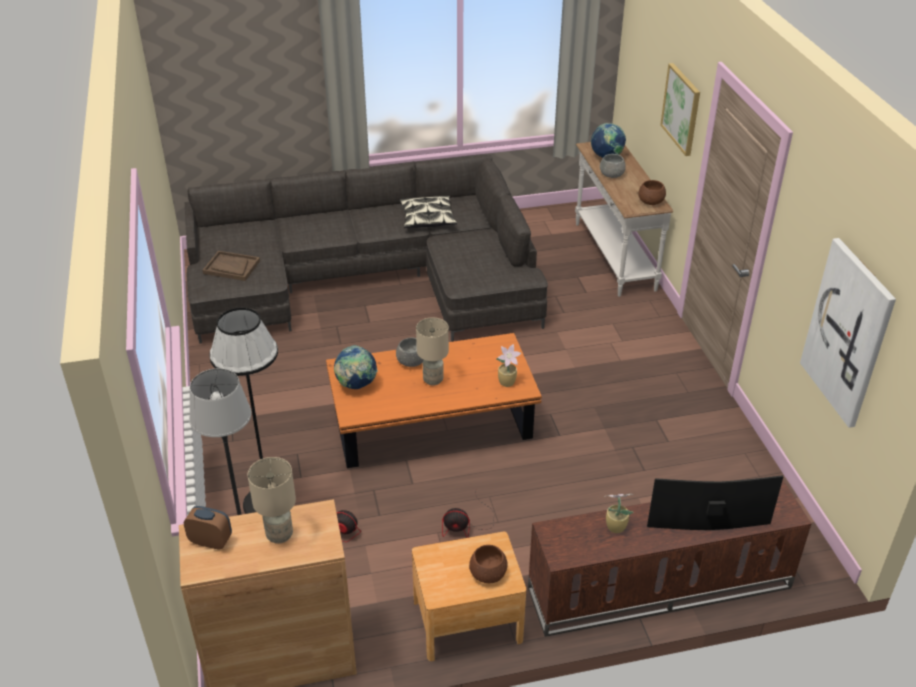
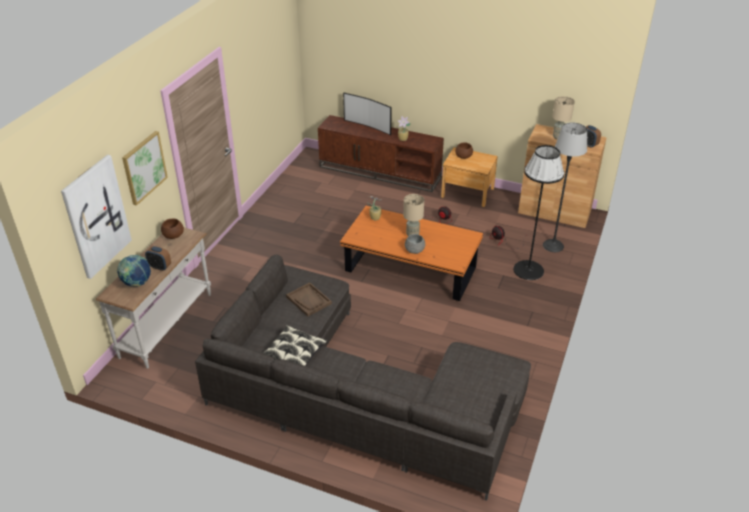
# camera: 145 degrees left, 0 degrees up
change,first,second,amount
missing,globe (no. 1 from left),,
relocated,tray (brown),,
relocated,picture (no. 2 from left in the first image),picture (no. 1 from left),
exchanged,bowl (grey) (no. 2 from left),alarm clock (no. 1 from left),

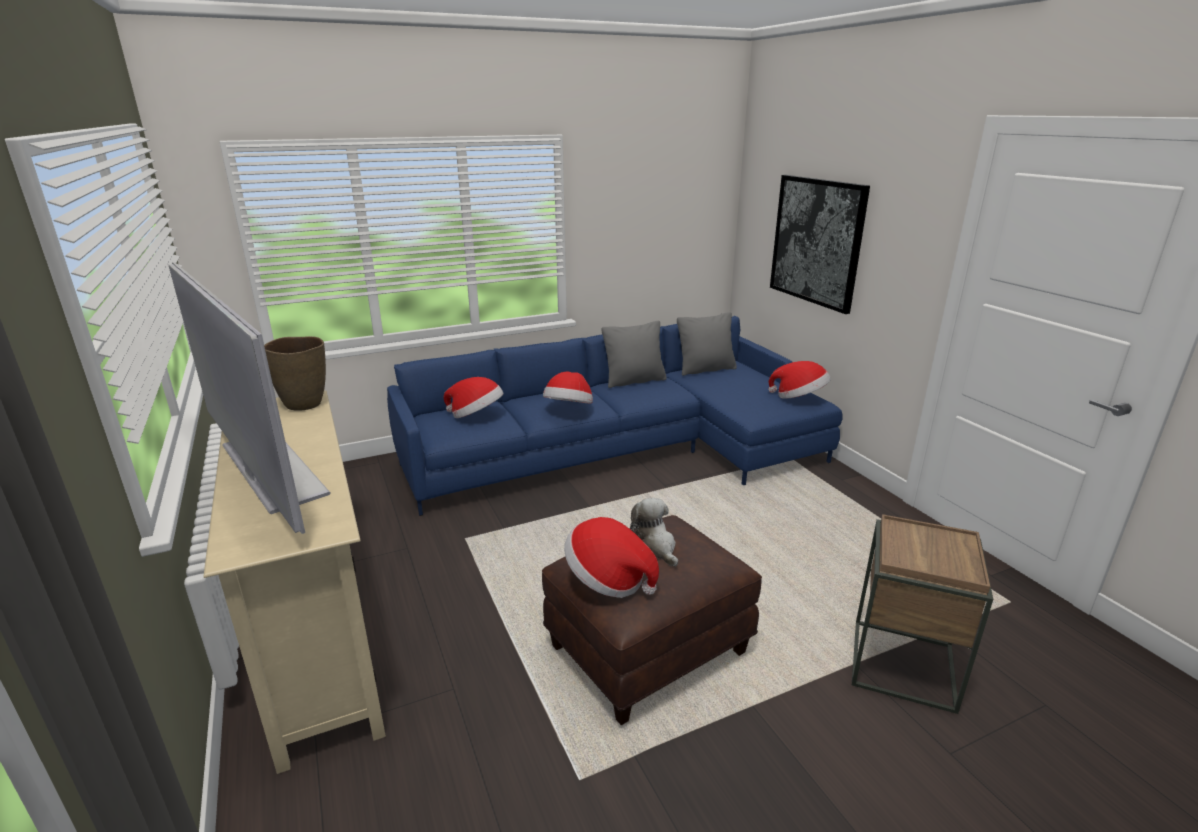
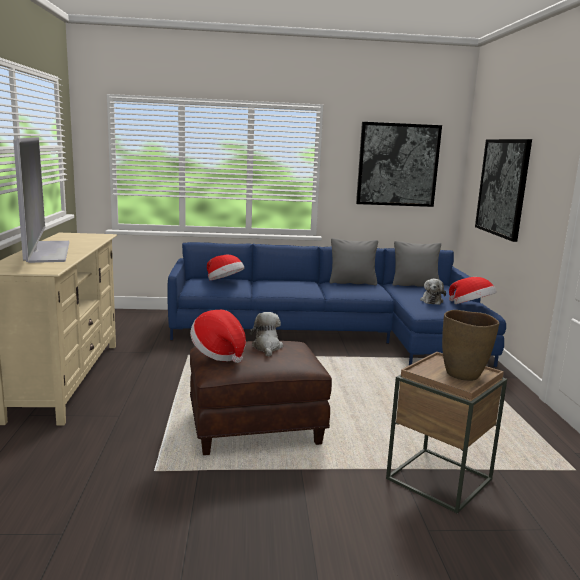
# camera: 20 degrees right, 10 degrees down
change,first,second,amount
missing,hat (no. 2 from left),,
appeared,,picture (no. 1 from left),
appeared,,plush toy (no. 2 from left),
relocated,vase (brown),,

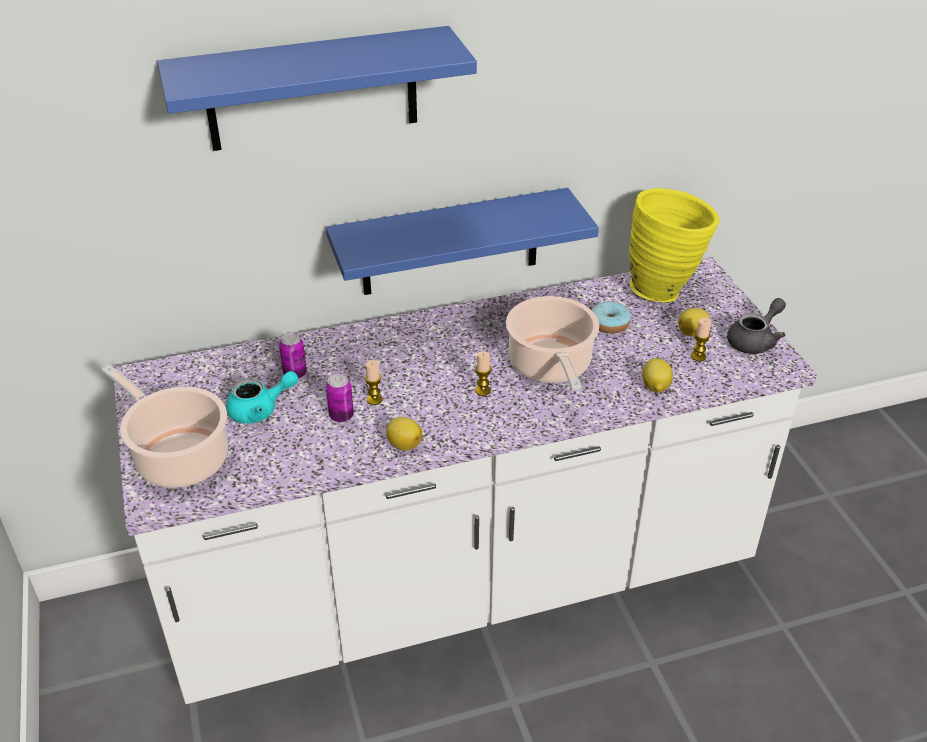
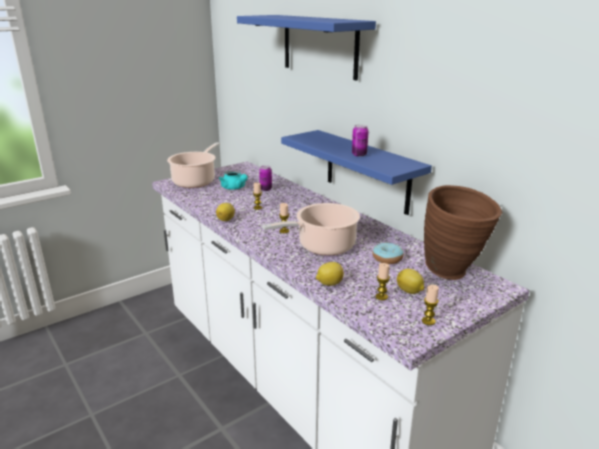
# camera: 70 degrees right, 15 degrees down
change,first,second,amount
relocated,can (no. 2 from left),,
exchanged,teapot (grey),candle (no. 4 from left),
colour,vase (yellow),vase (brown),

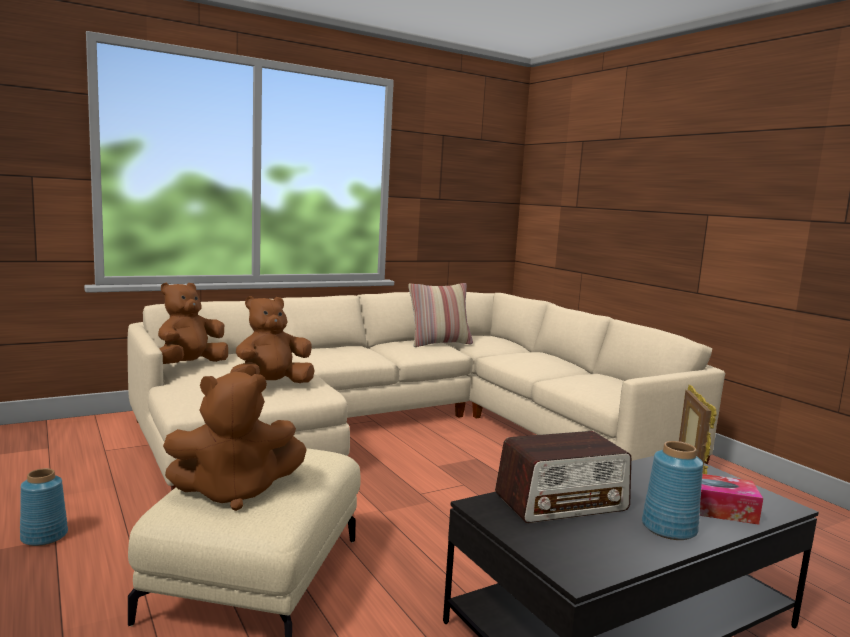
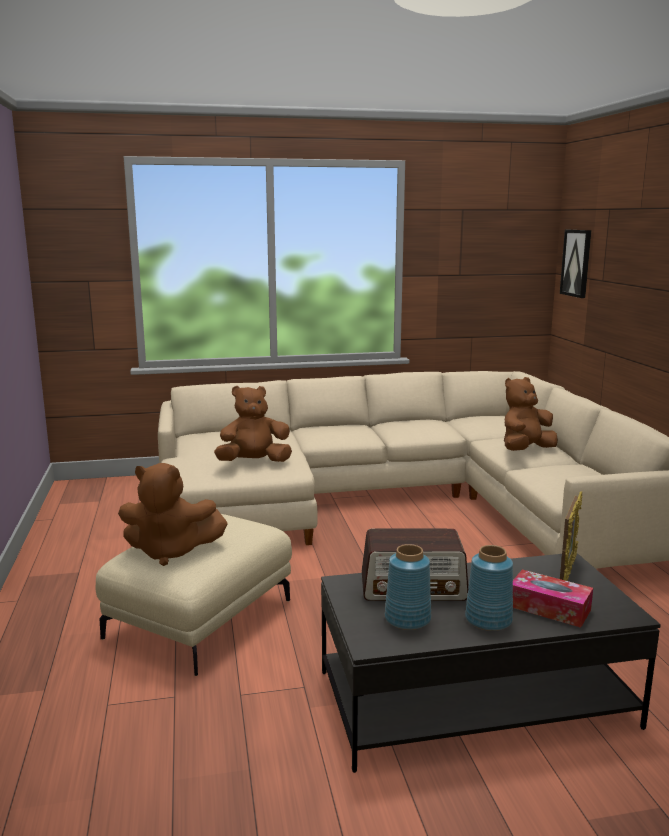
# camera: 20 degrees right, 5 degrees up
change,first,second,amount
missing,pillow,,
appeared,,picture,
relocated,vase (blue) (no. 1 from left),,
relocated,plush toy (brown) (no. 1 from left in the first image),plush toy (brown) (no. 3 from left),

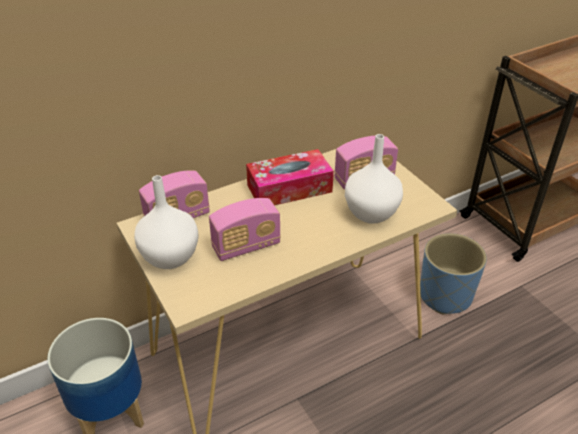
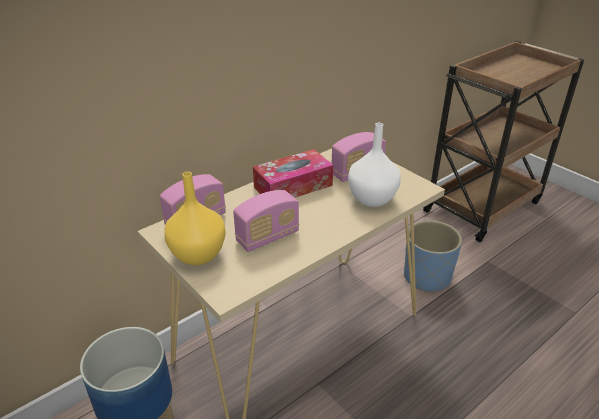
# camera: 10 degrees left, 5 degrees down
change,first,second,amount
colour,vase (white) (no. 1 from left),vase (yellow),

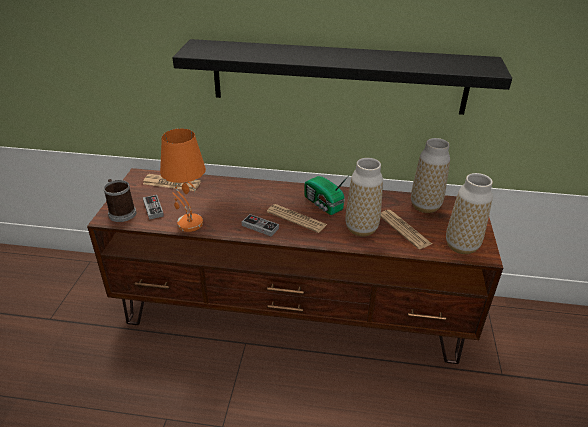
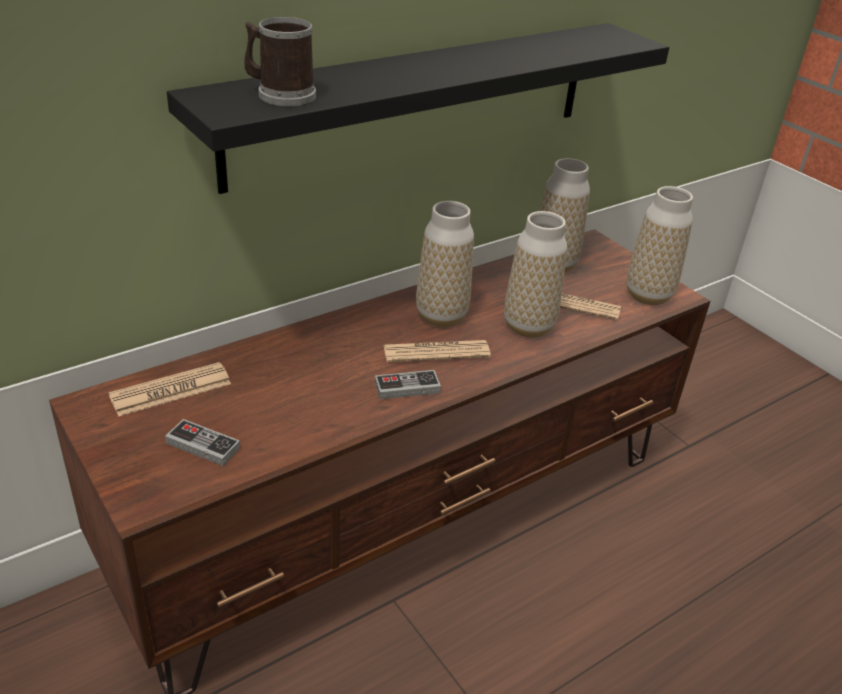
# camera: 45 degrees left, 0 degrees up
change,first,second,amount
missing,table lamp (orange),,
relocated,mug,,
exchanged,radio,vase (no. 1 from left),

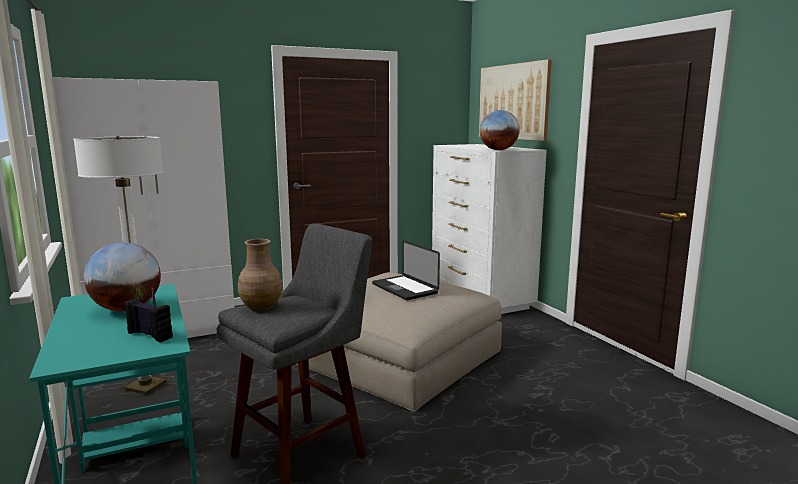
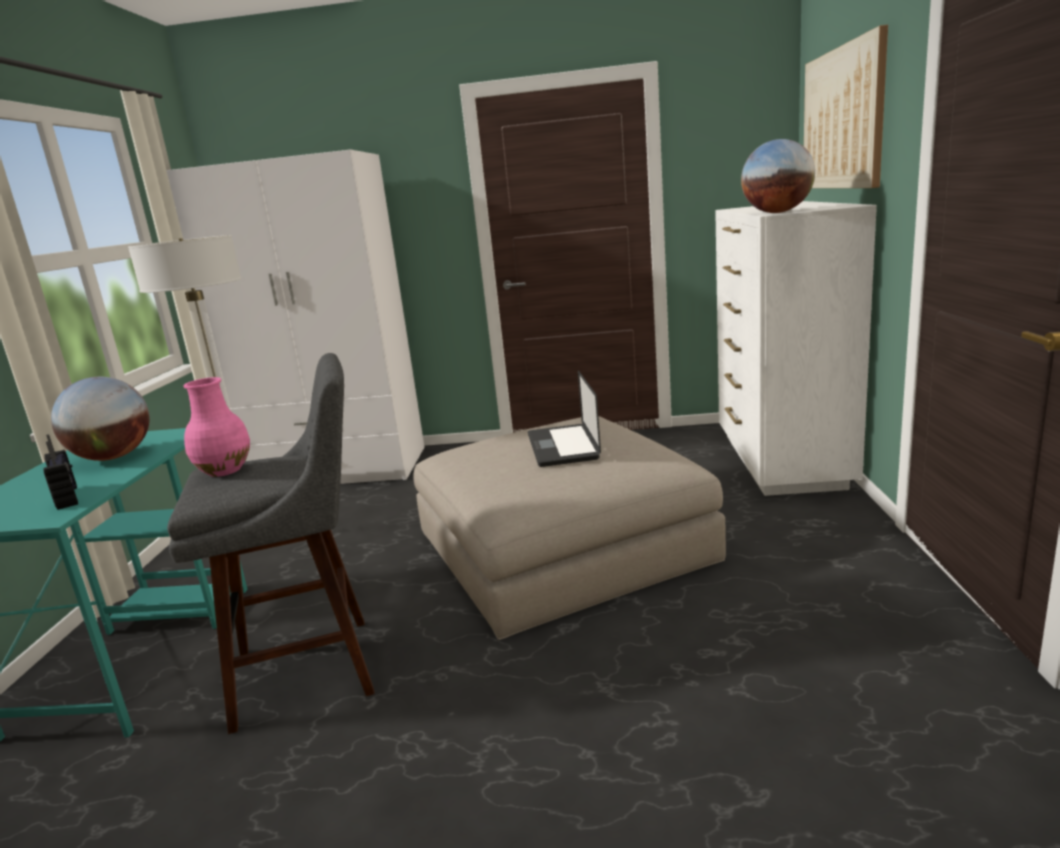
# camera: 30 degrees right, 5 degrees up
change,first,second,amount
colour,vase (brown),vase (pink),

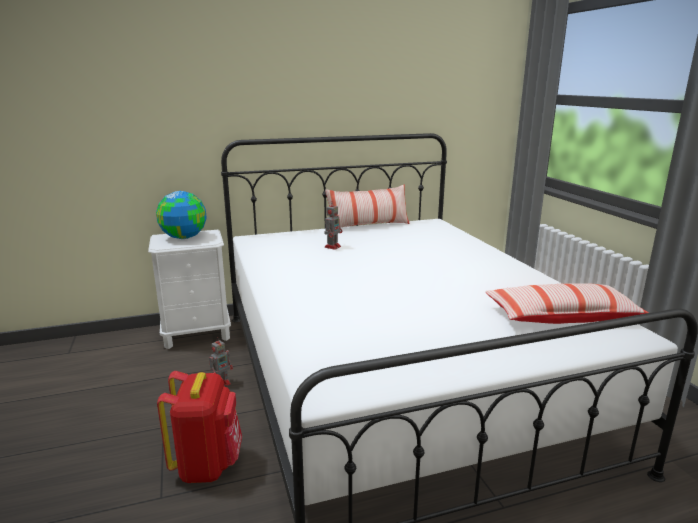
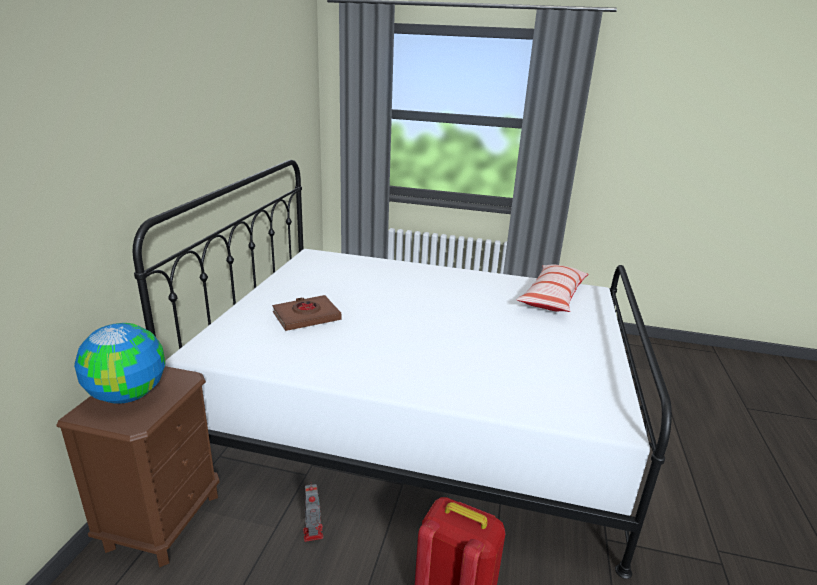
# camera: 60 degrees left, 5 degrees up
change,first,second,amount
missing,pillow (no. 1 from left),,
exchanged,toy robot (no. 2 from left),book (brown),
colour,nightstand (white),nightstand (brown),

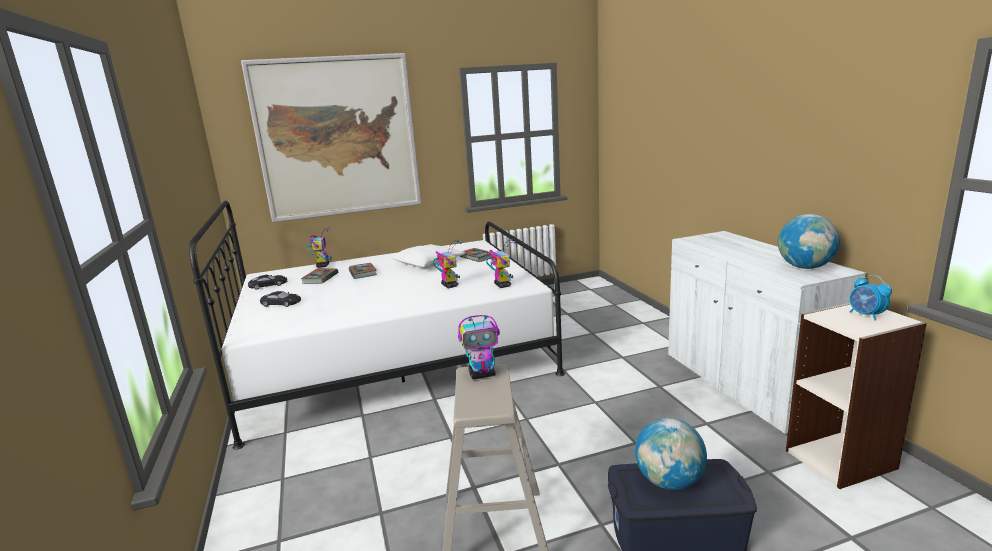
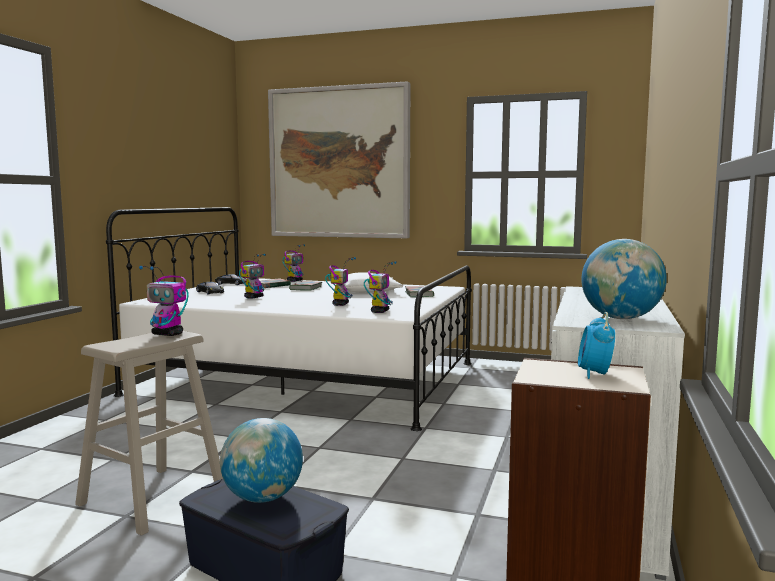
# camera: 35 degrees right, 10 degrees down
change,first,second,amount
appeared,,toy robot (no. 2 from left),

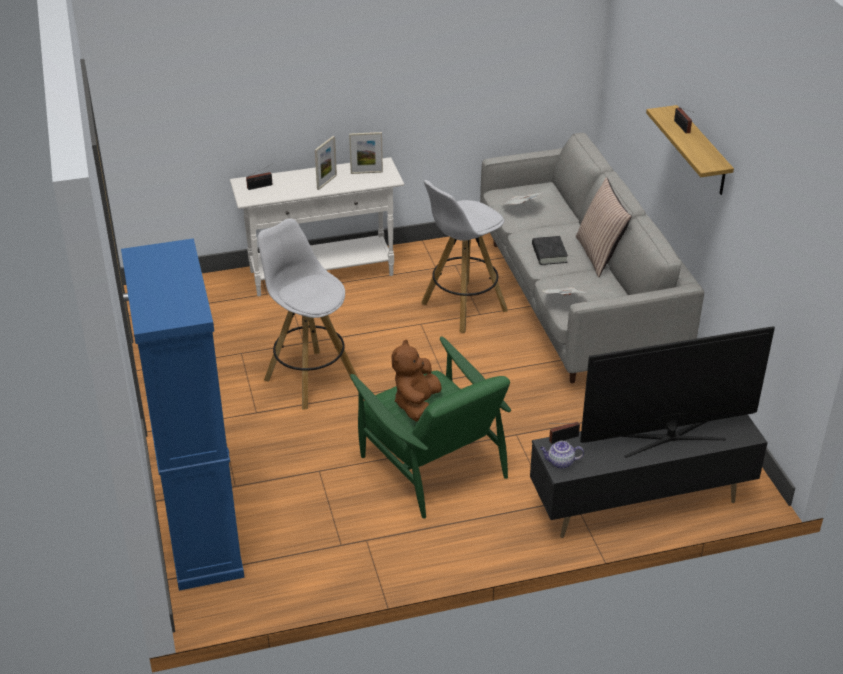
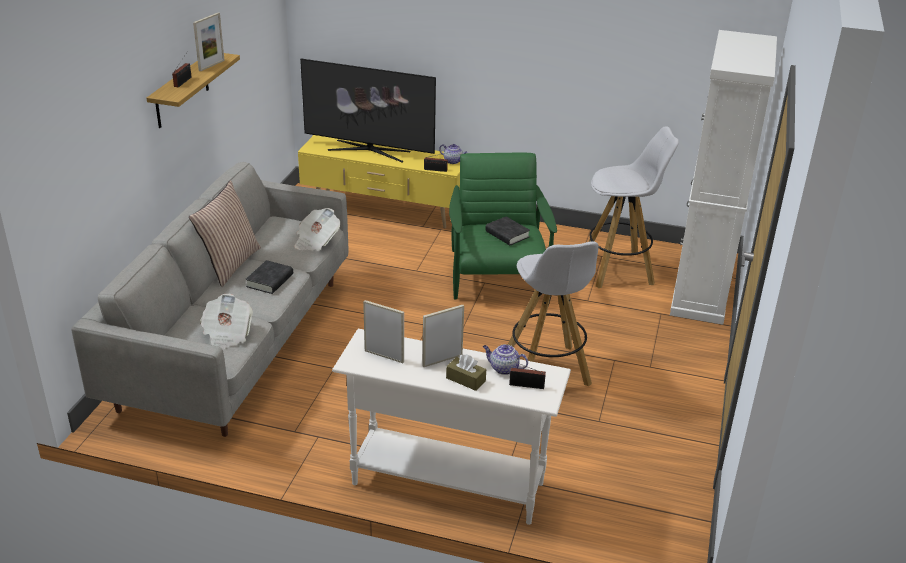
# camera: 150 degrees left, 5 degrees down
change,first,second,amount
appeared,,picture frame (no. 1 from left),
appeared,,tissue box (brown),
appeared,,teapot (no. 2 from left),
relocated,stool (white) (no. 2 from left),,
exchanged,plush toy (brown),book (black) (no. 2 from left),
colour,cabinet (blue),cabinet (white),
colour,tv stand (black),tv stand (yellow),

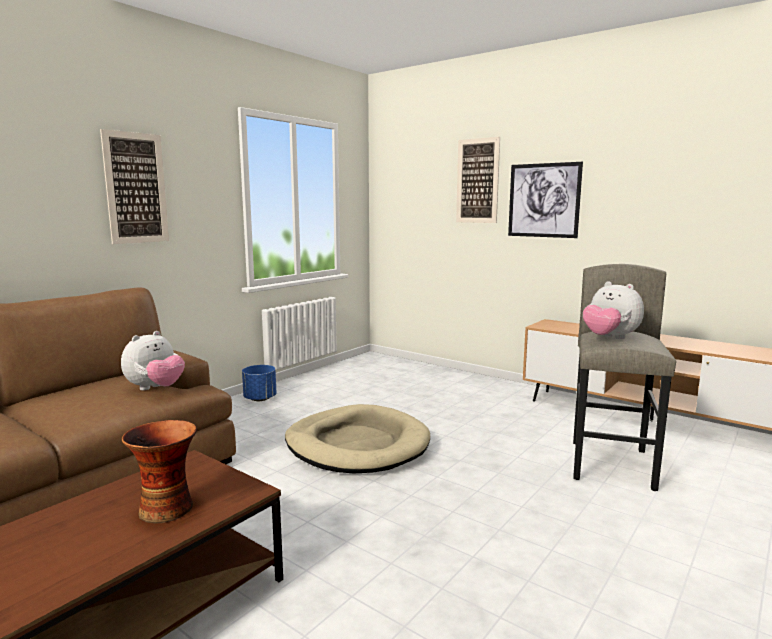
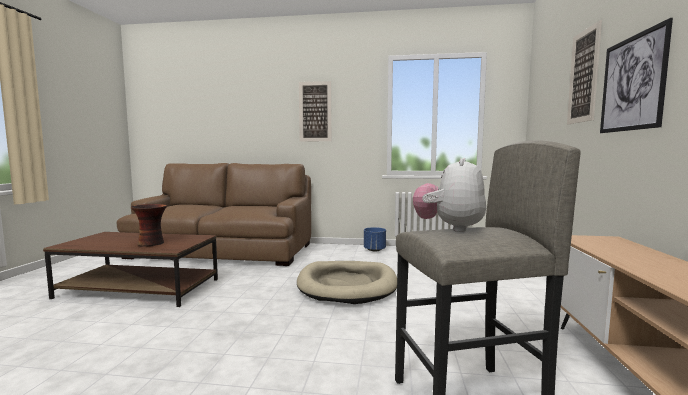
# camera: 60 degrees right, 5 degrees down
change,first,second,amount
missing,plush toy (no. 1 from left),,

